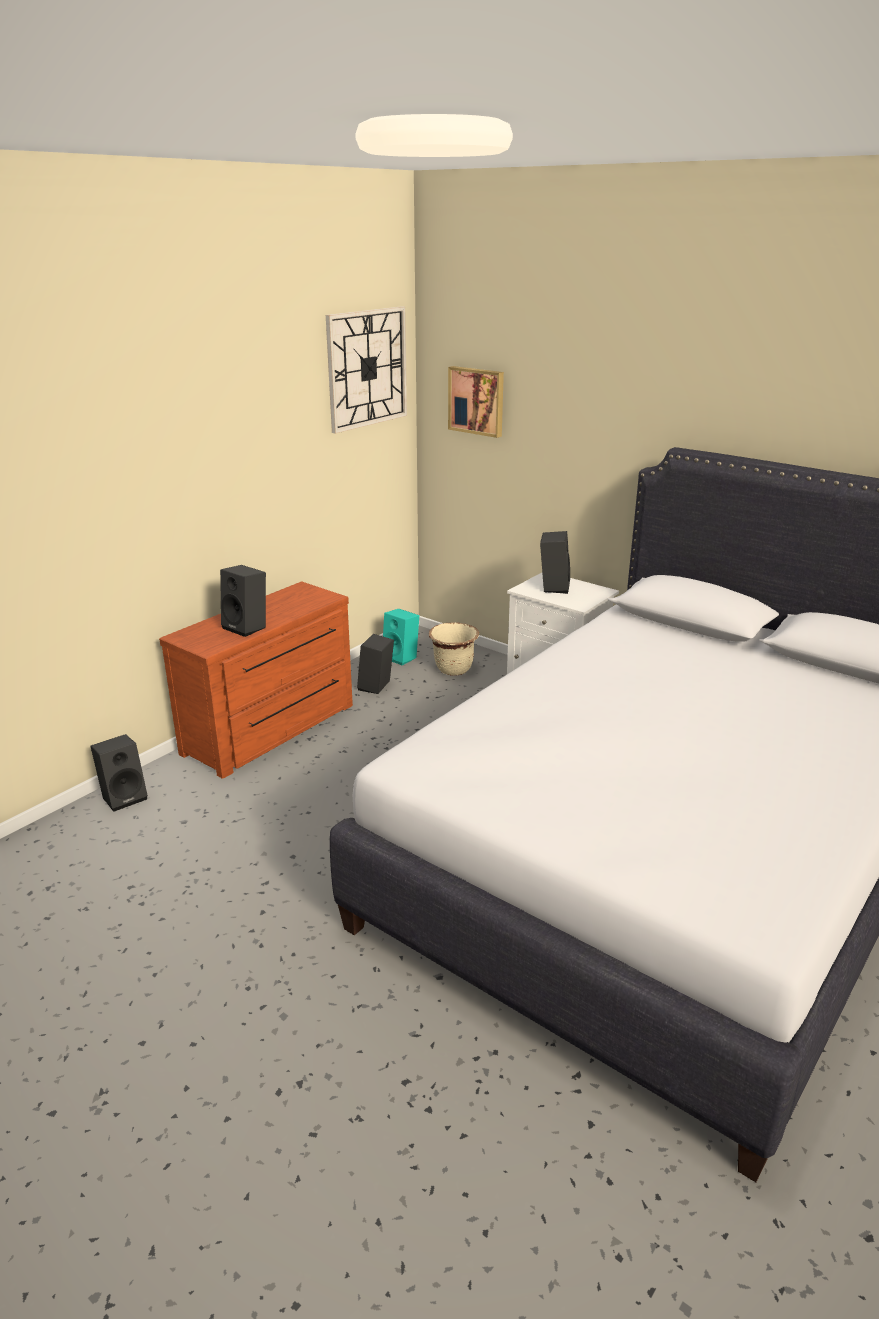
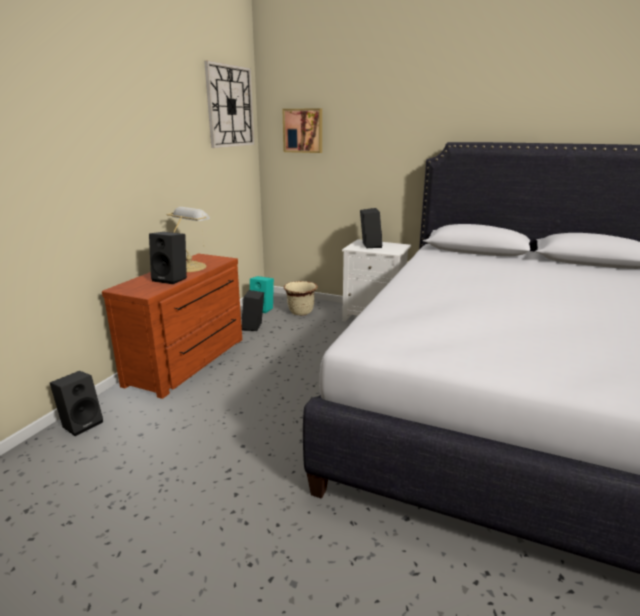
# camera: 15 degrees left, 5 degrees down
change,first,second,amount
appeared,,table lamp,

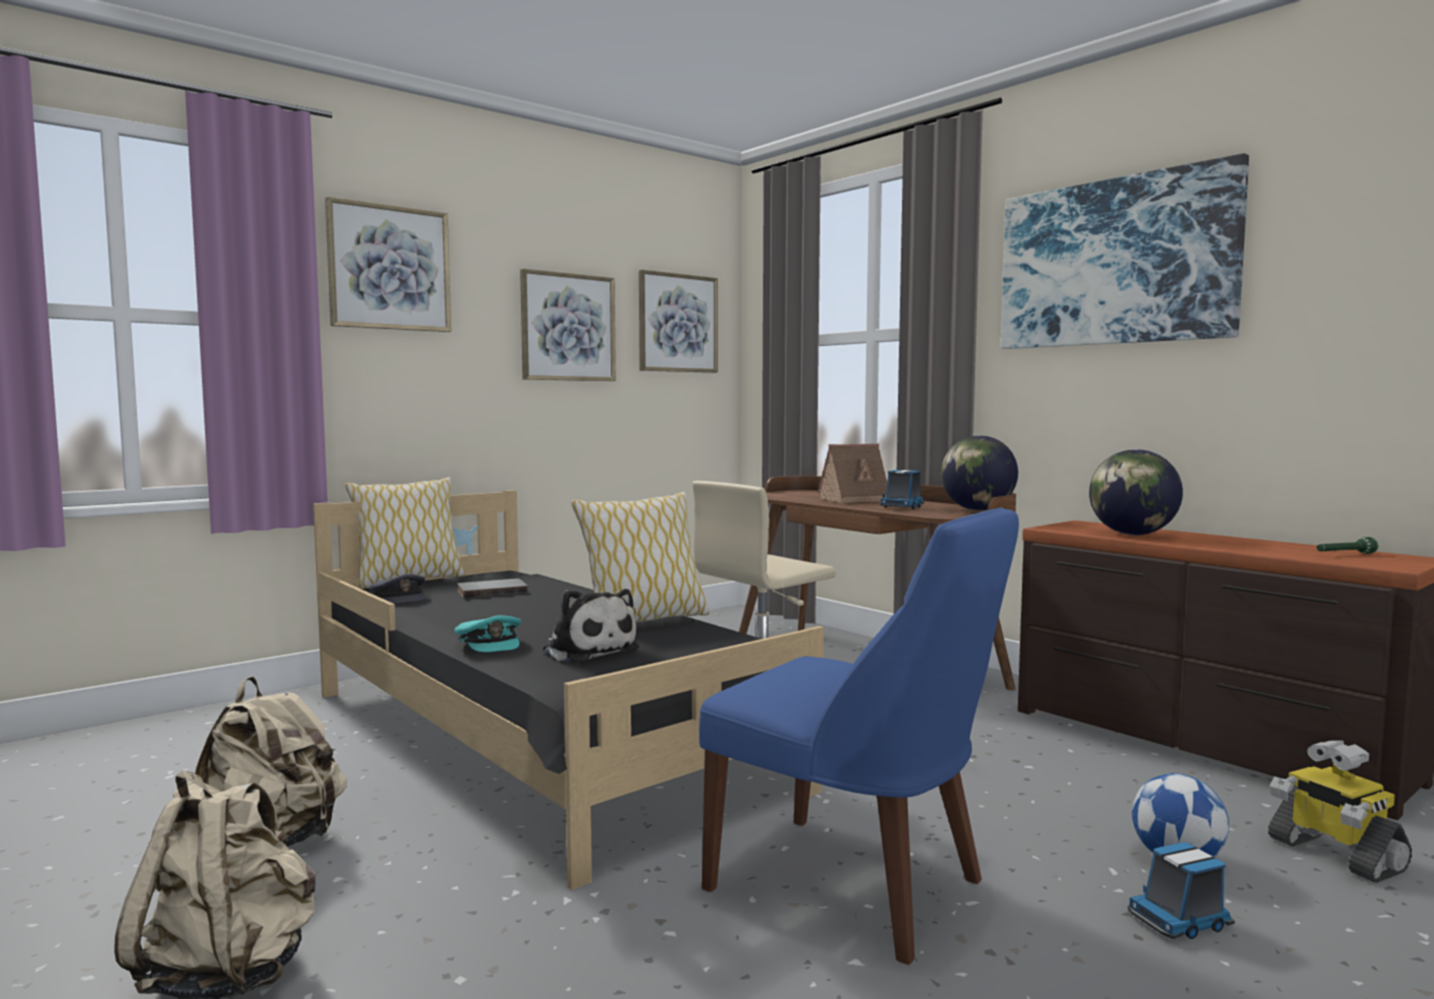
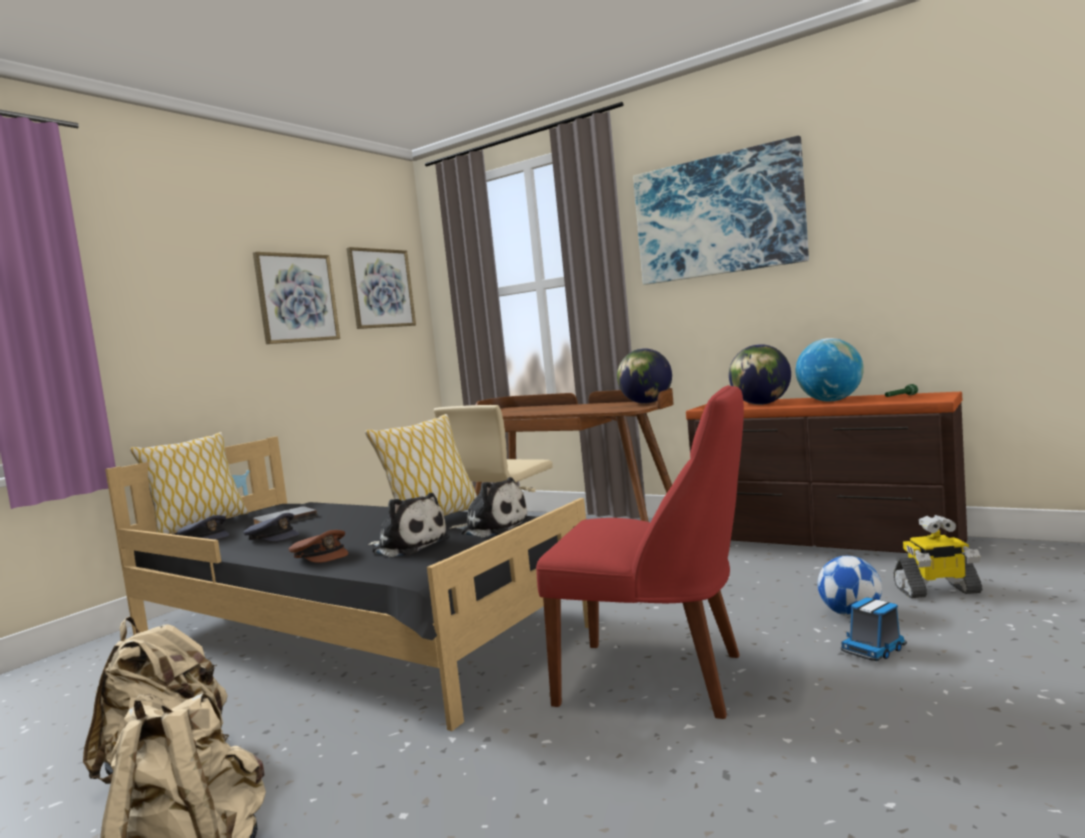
# camera: 15 degrees left, 0 degrees up
change,first,second,amount
missing,picture (no. 1 from left),,
missing,toy house,,
missing,toy truck (no. 1 from left),,
appeared,,cap (grey) (no. 2 from left),
appeared,,plush toy (no. 2 from left),
appeared,,globe (no. 3 from left),
colour,cap (turquoise),cap (brown),
colour,chair (blue),chair (red),
spun,toy robot,,45 degrees counterclockwise

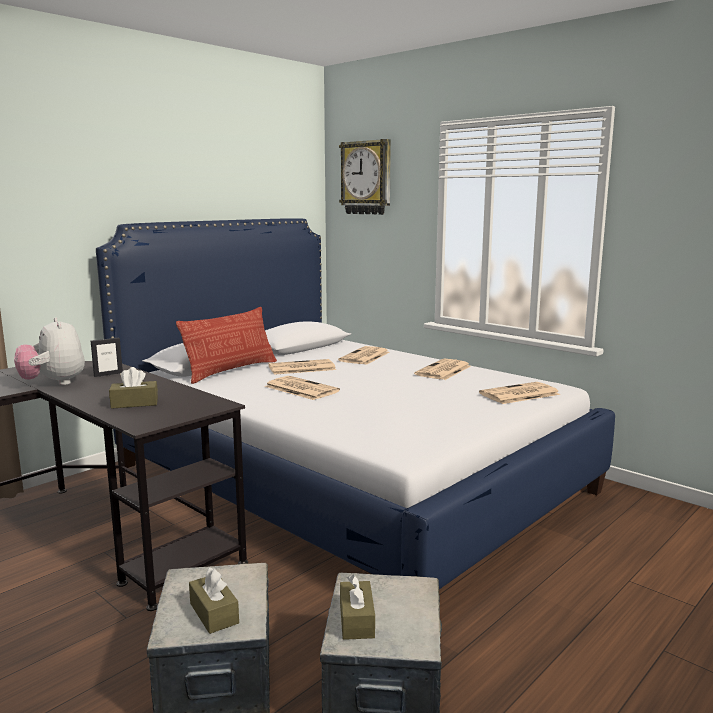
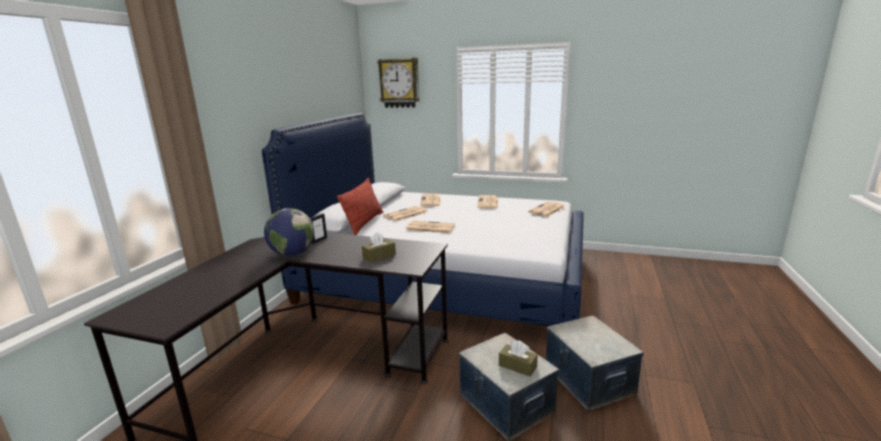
# camera: 25 degrees left, 5 degrees up
change,first,second,amount
missing,tissue box (brown) (no. 3 from left),,
exchanged,plush toy,globe,

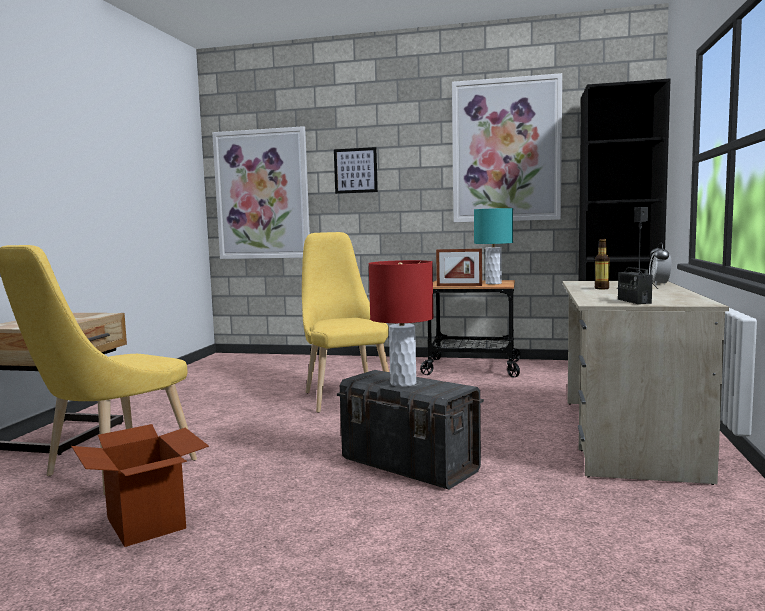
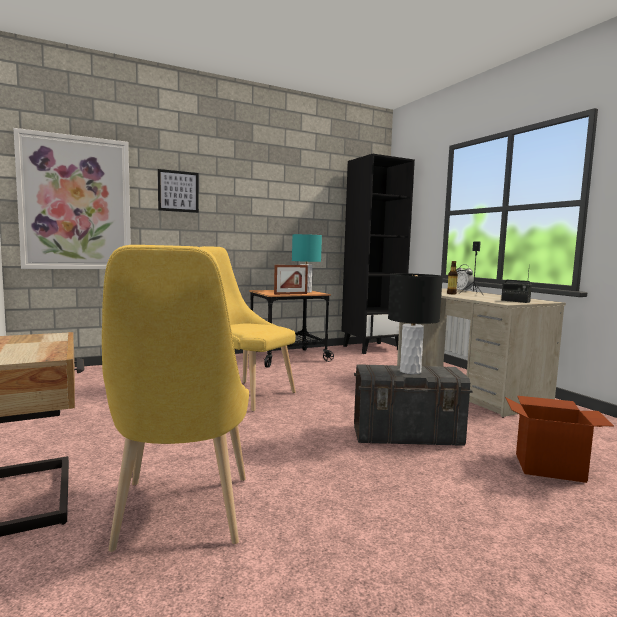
# camera: 40 degrees left, 0 degrees up
change,first,second,amount
missing,picture (no. 3 from left),,
relocated,cardboard box,,
colour,table lamp (red),table lamp (black),

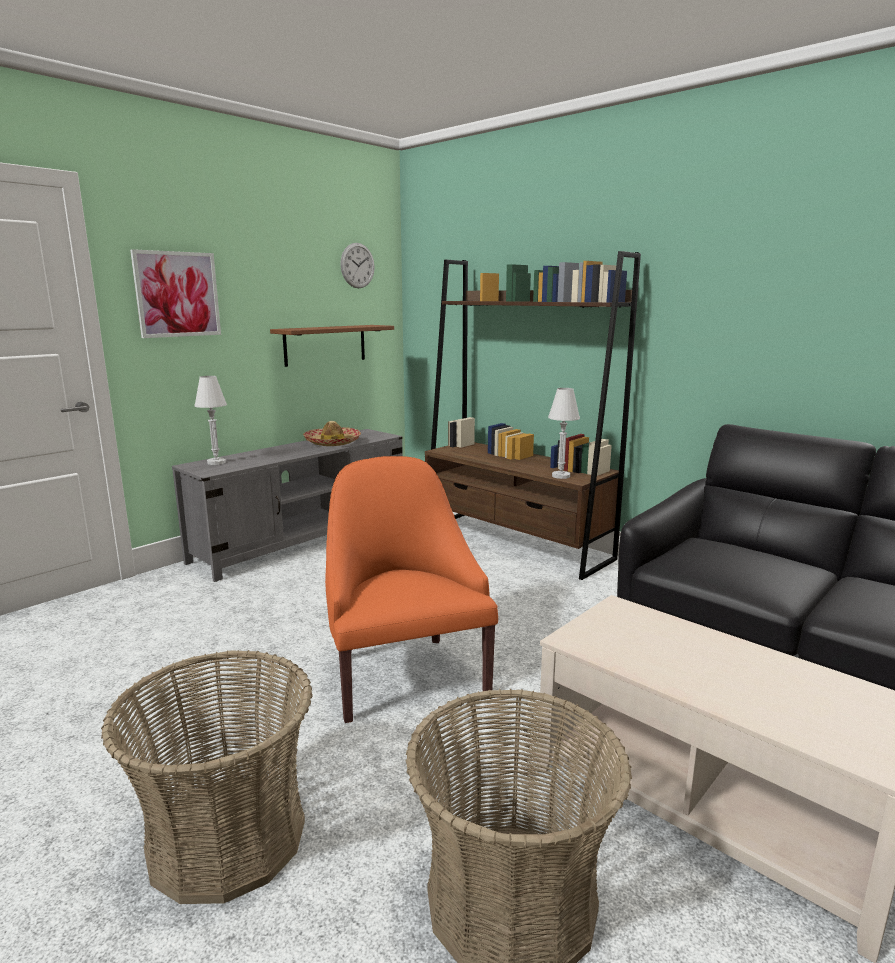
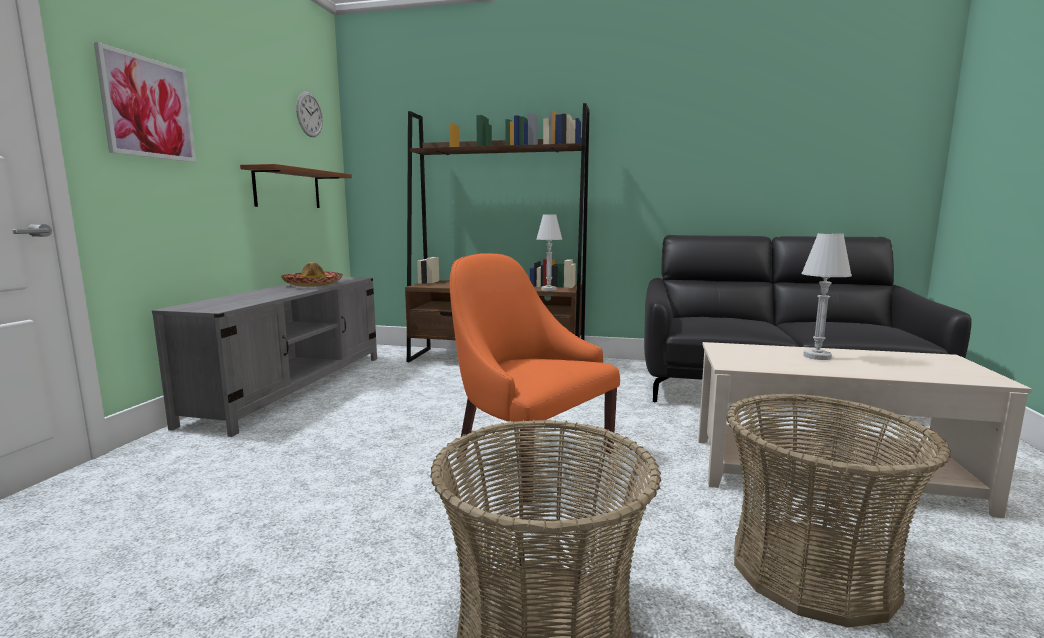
# camera: 30 degrees left, 5 degrees down
change,first,second,amount
relocated,table lamp (white) (no. 1 from left in the first image),table lamp (white) (no. 2 from left),

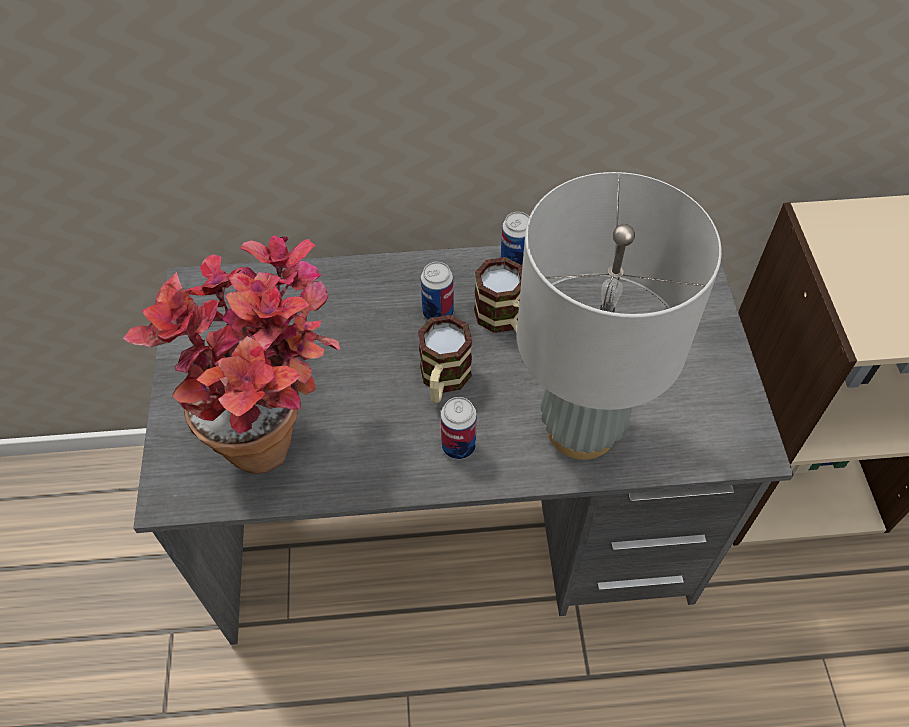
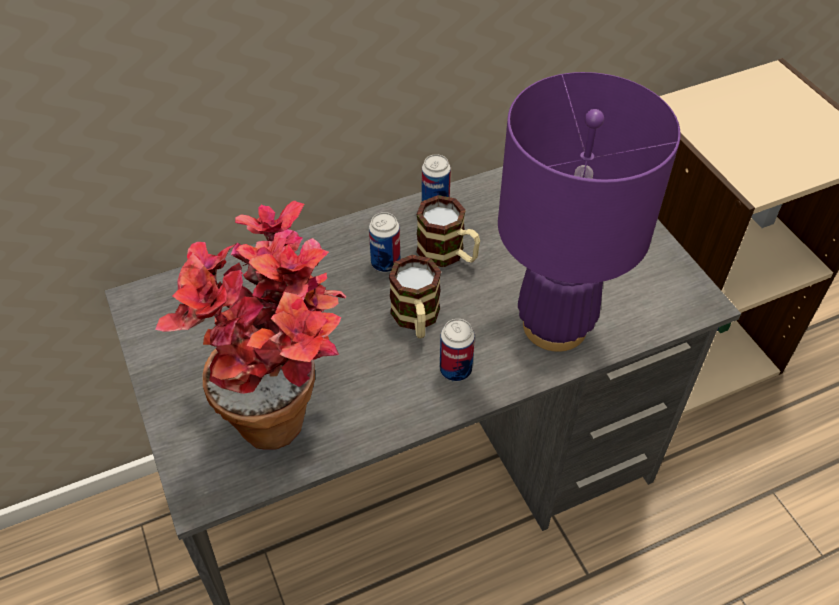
# camera: 20 degrees left, 5 degrees down
change,first,second,amount
colour,table lamp (grey),table lamp (purple),

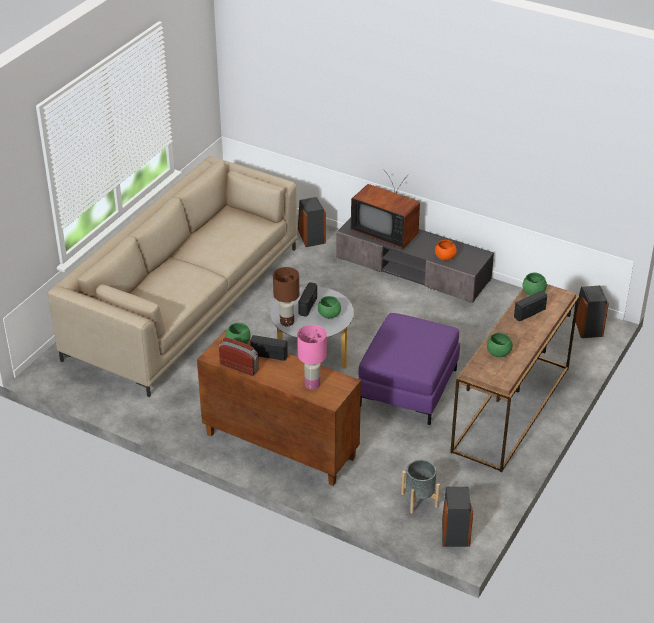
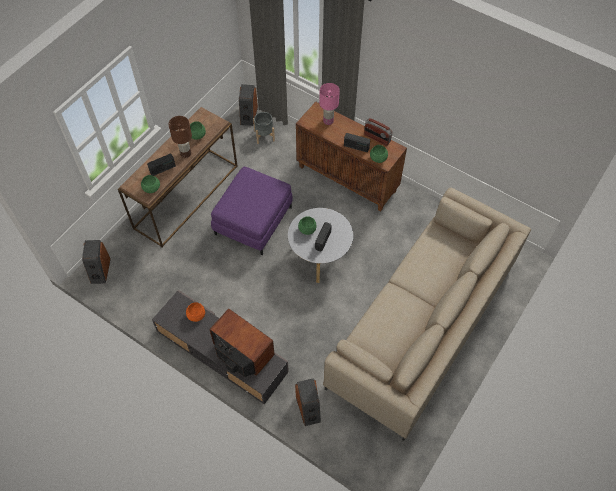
# camera: 175 degrees left, 20 degrees up
change,first,second,amount
relocated,table lamp (brown),,

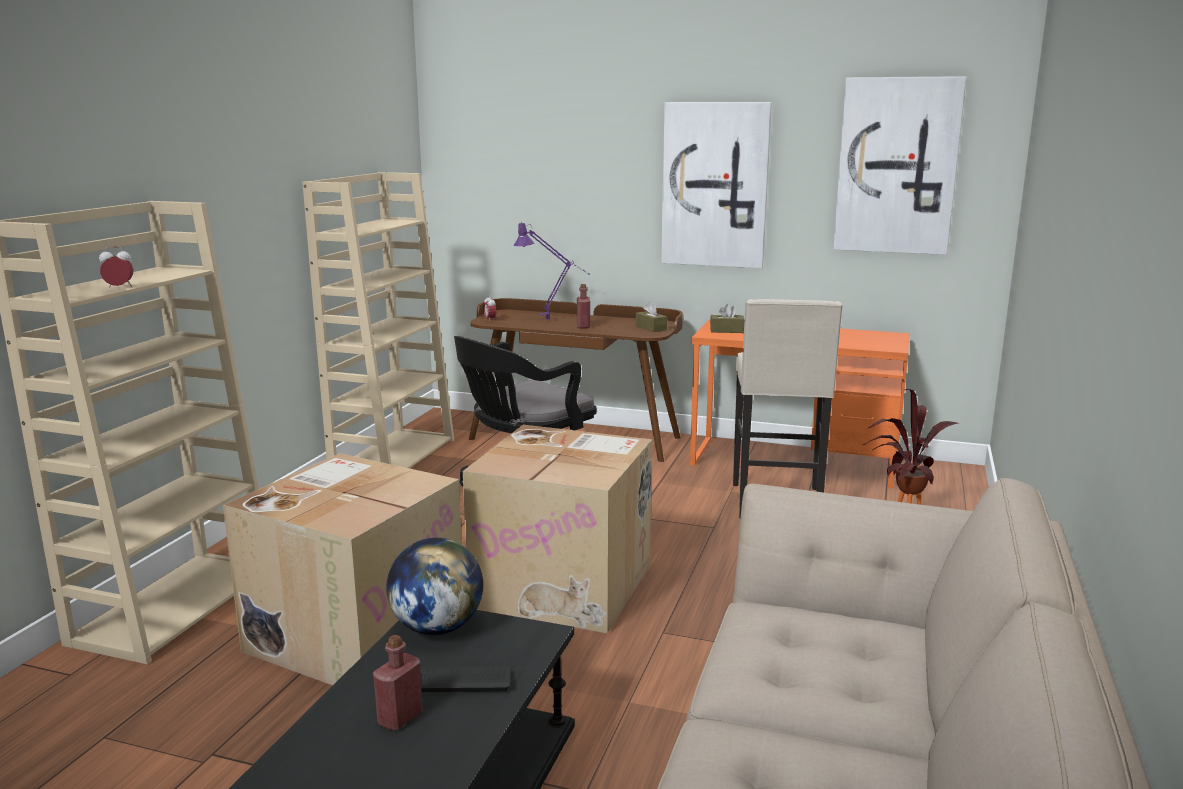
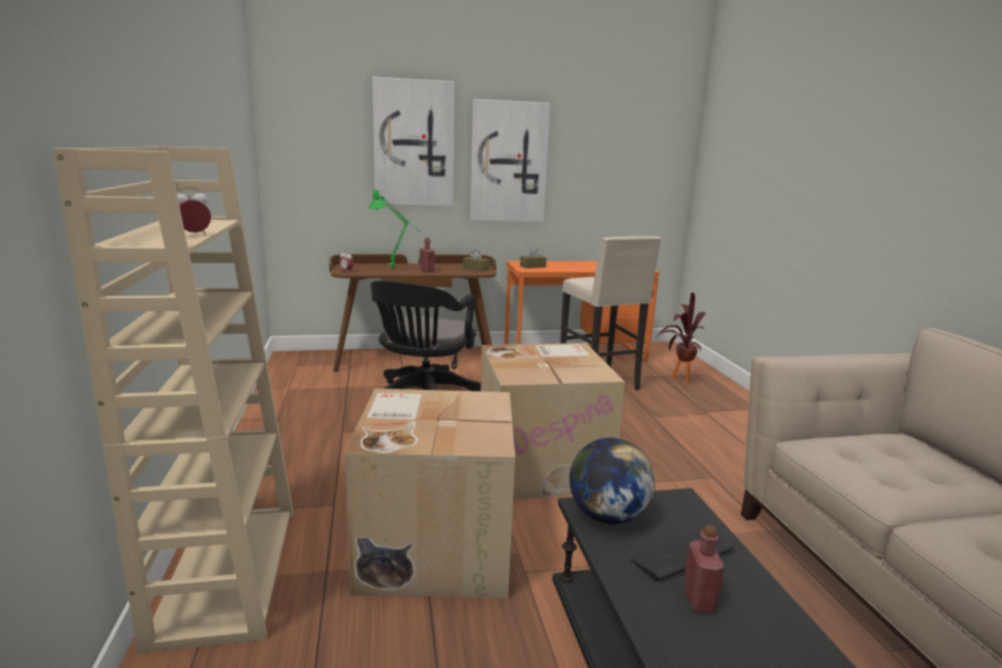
# camera: 30 degrees left, 0 degrees up
change,first,second,amount
missing,bookcase (beige) (no. 2 from left),,
relocated,picture (no. 2 from left in the first image),picture (no. 1 from left),
colour,table lamp (purple),table lamp (green),

